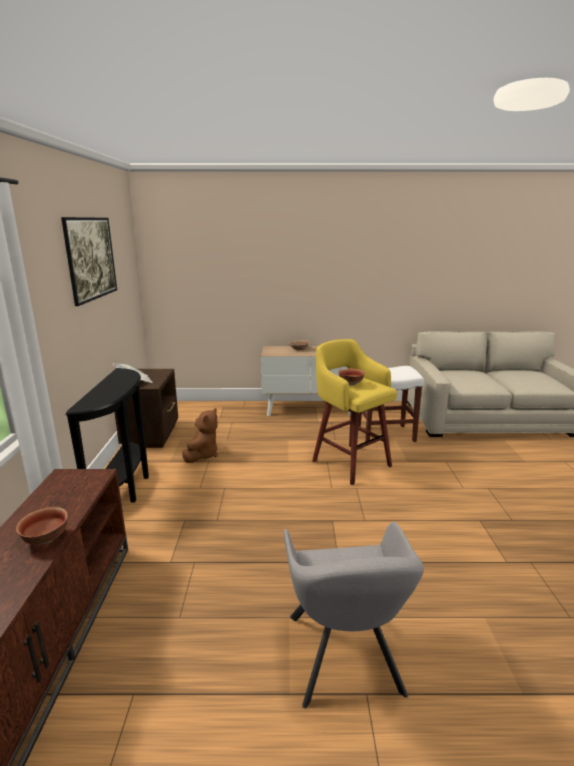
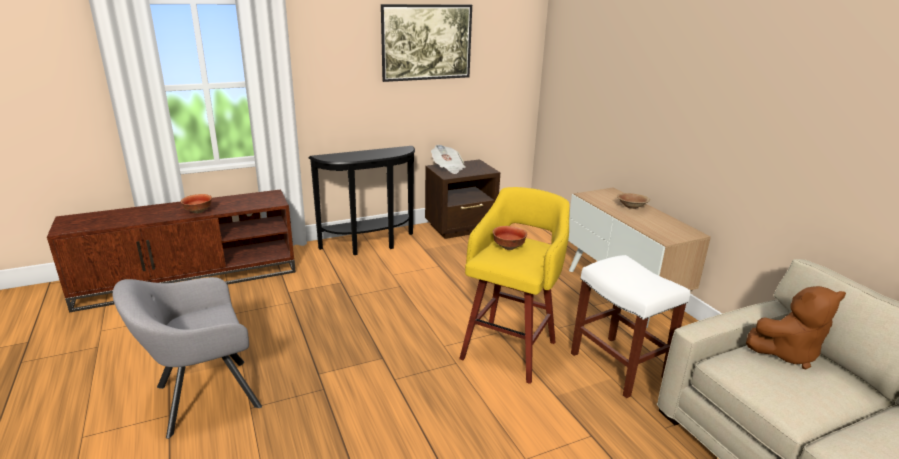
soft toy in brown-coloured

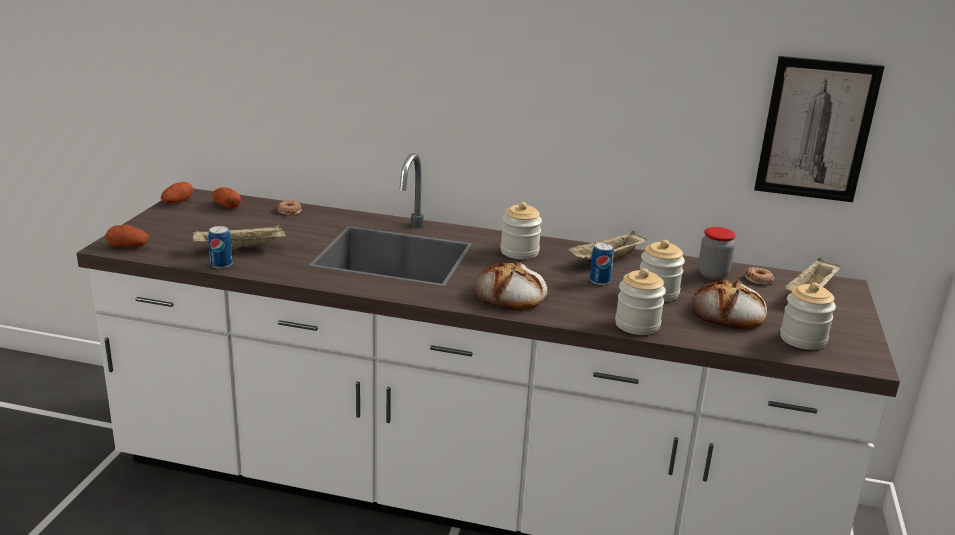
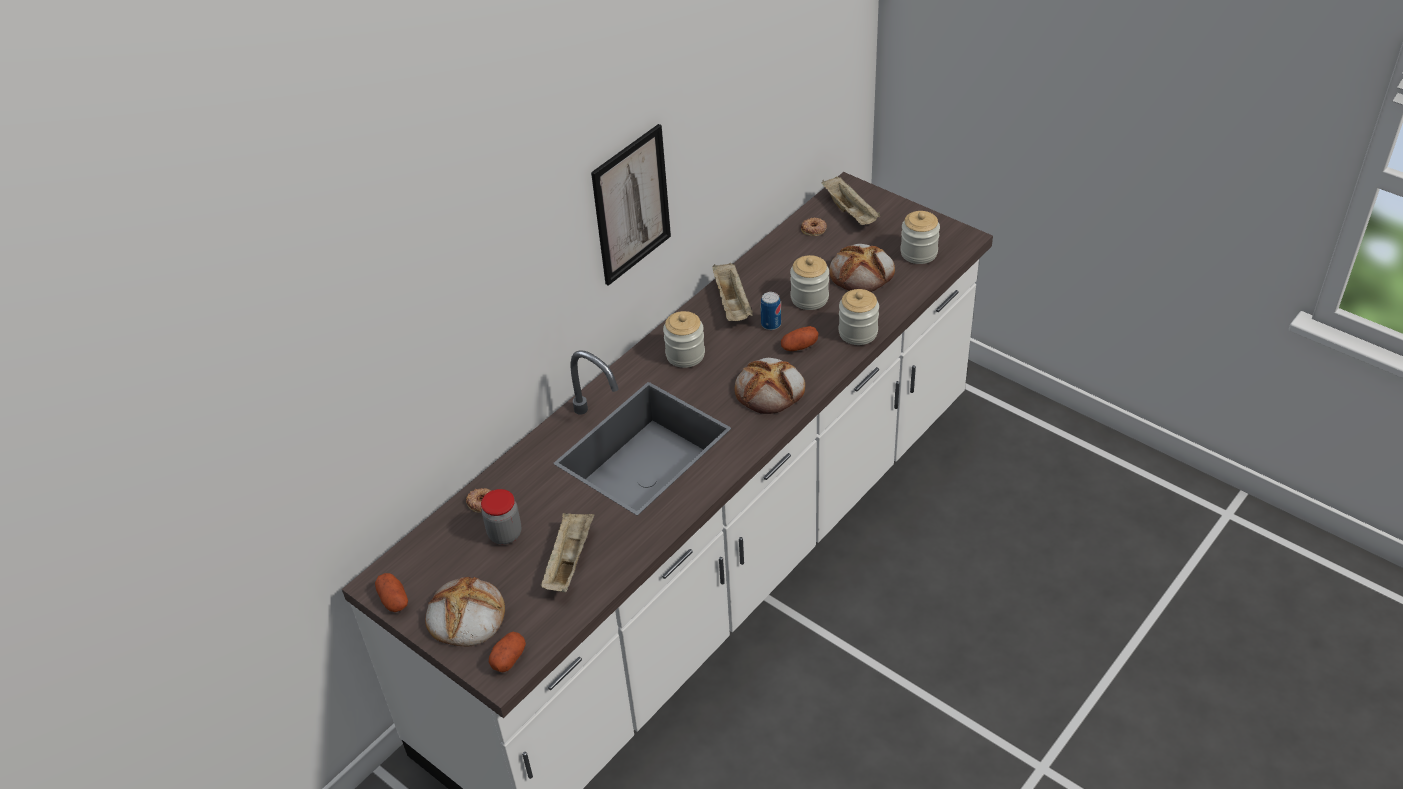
picture; whole potato (3rd from left); sealed can (1st from left in the first image); storage jar (1st from left); baked bread (1st from left)

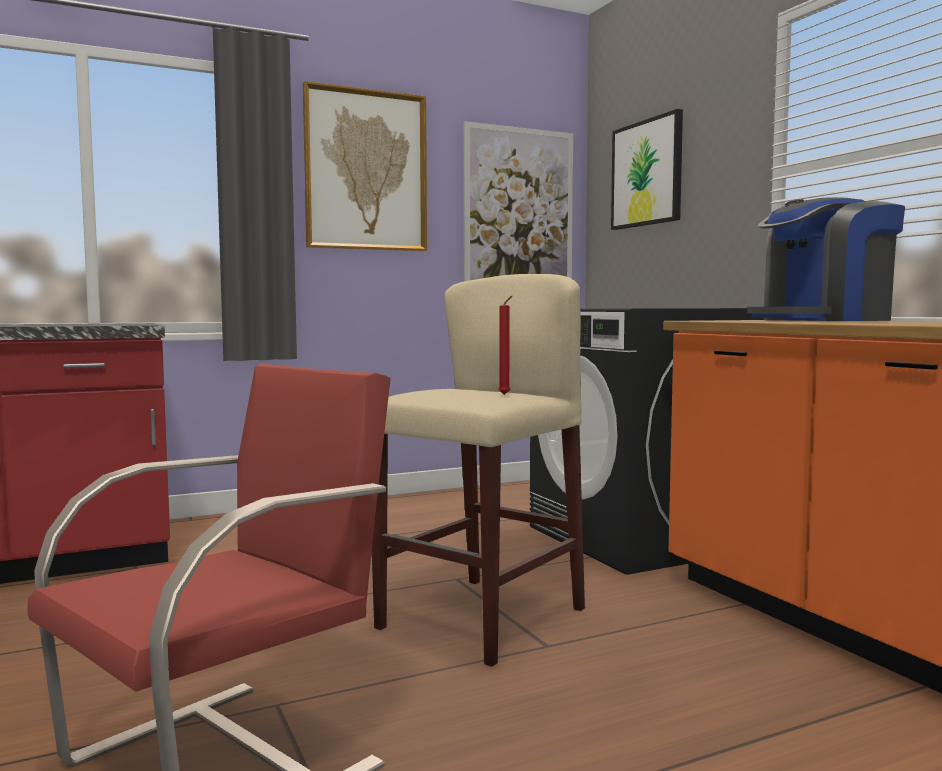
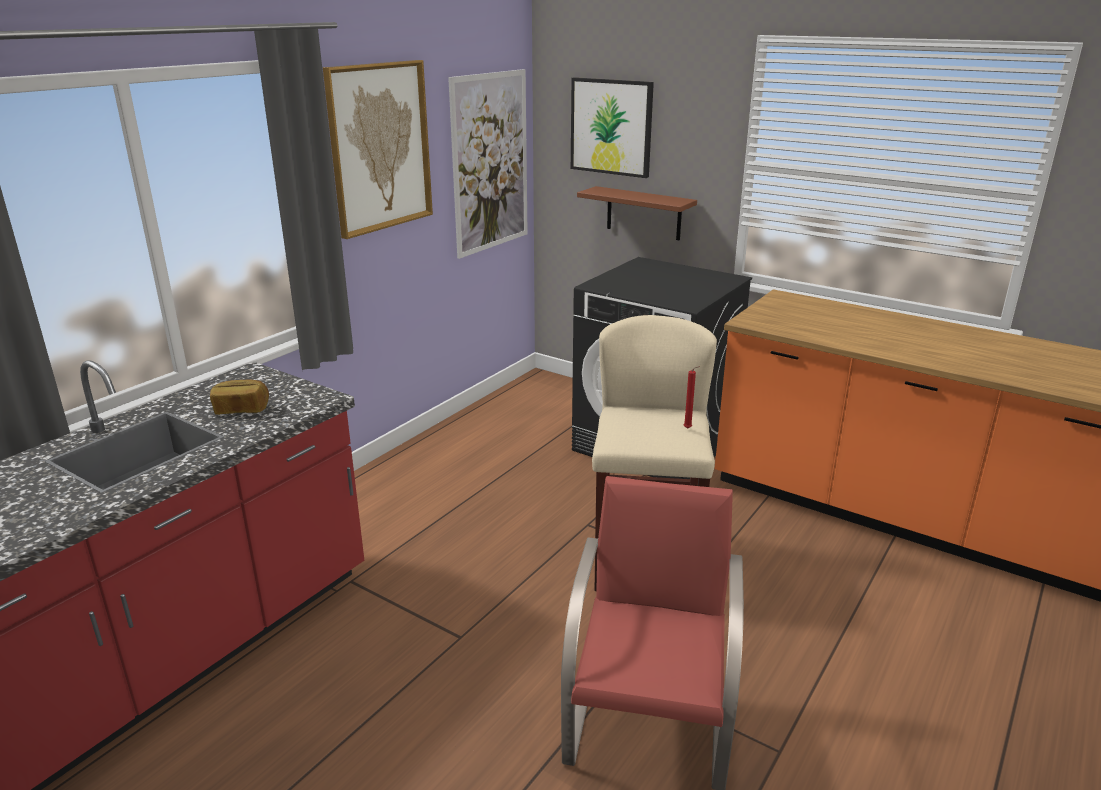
coffee maker; bracket shelf in brown-coloured; baked bread

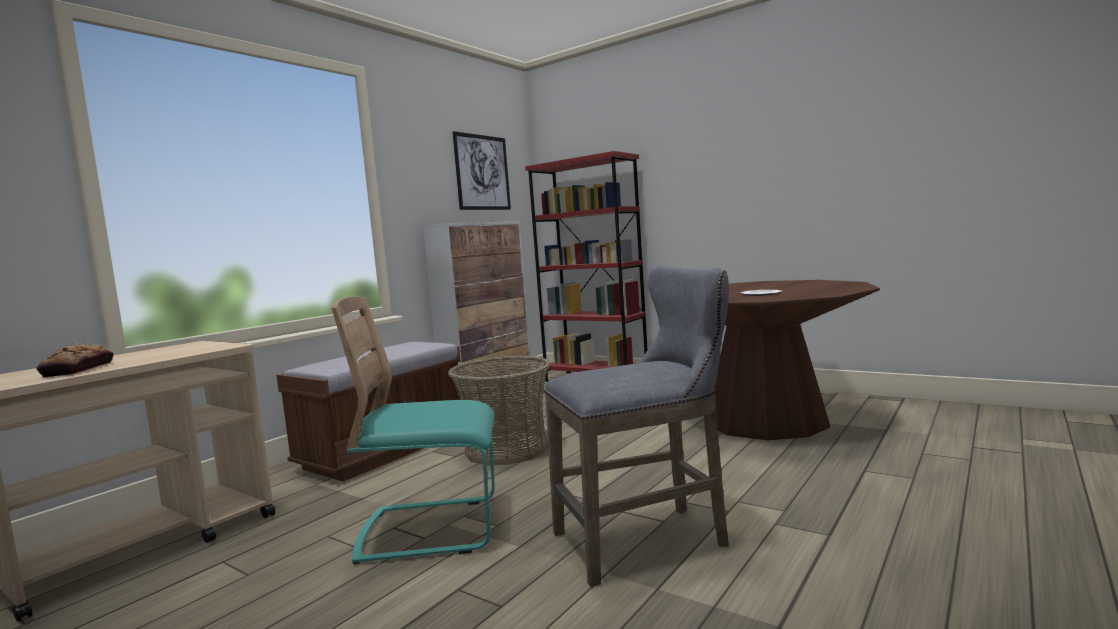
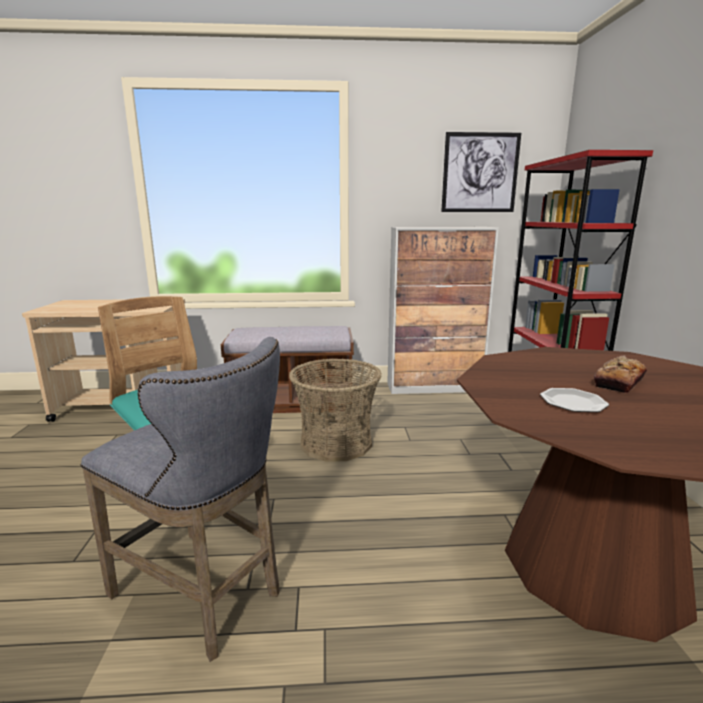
baked bread

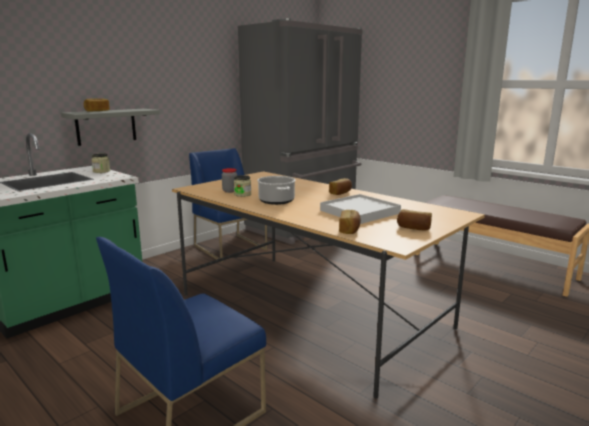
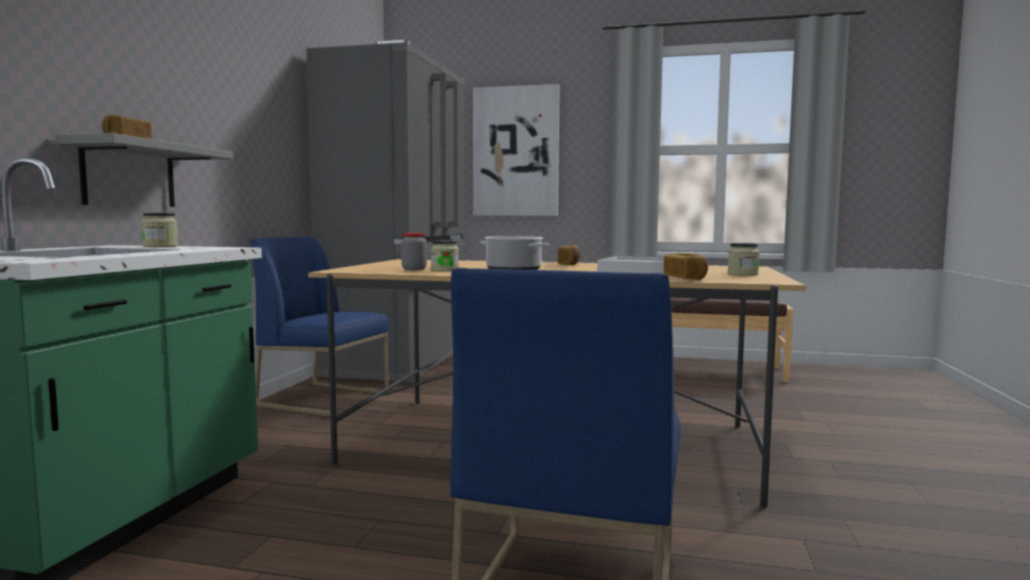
storage jar (4th from left); picture

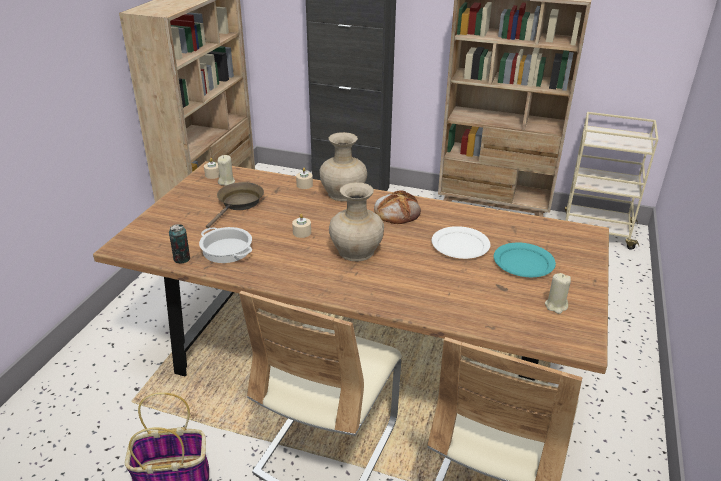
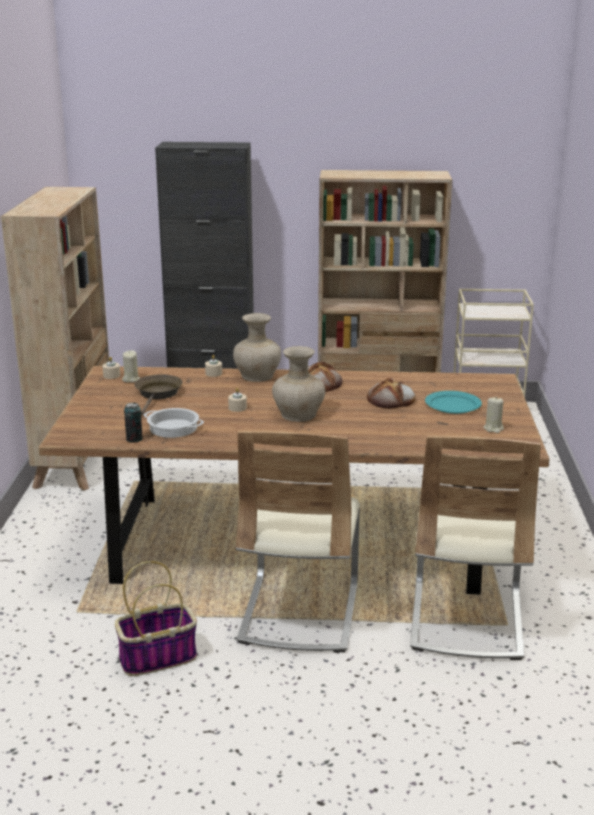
baked bread (2nd from left)

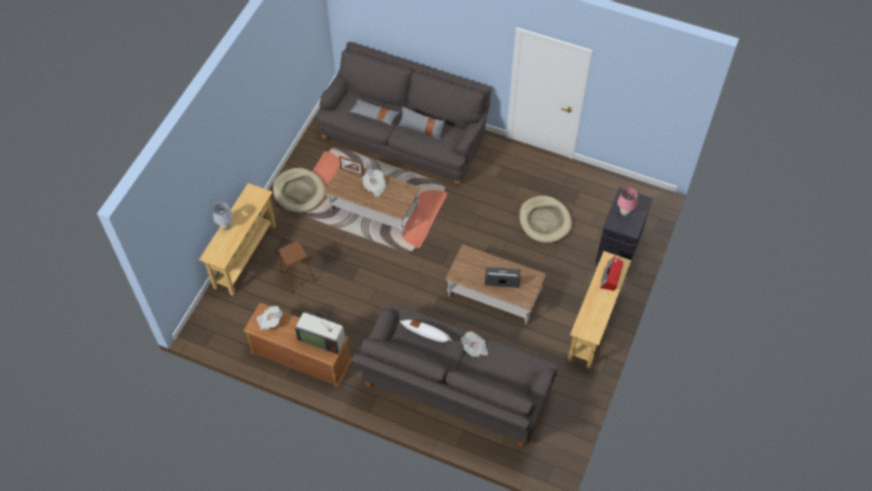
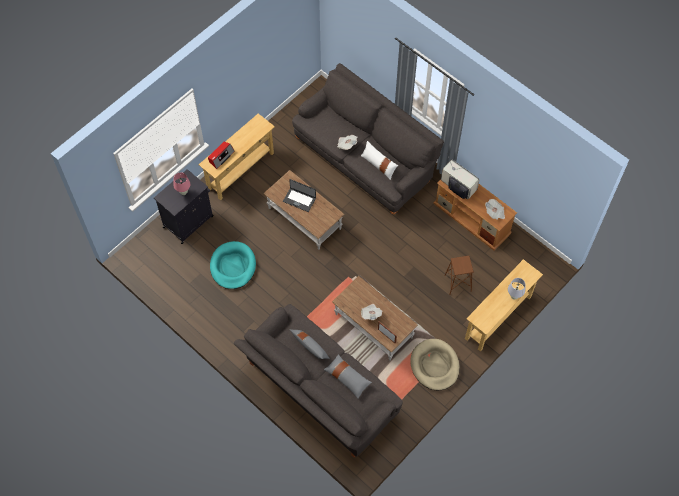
pet bed in turquoise-coloured

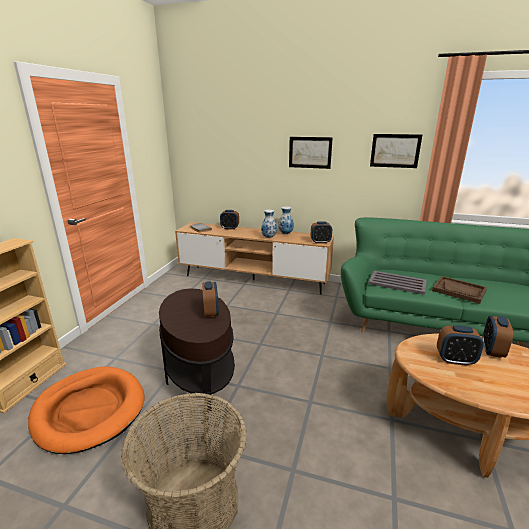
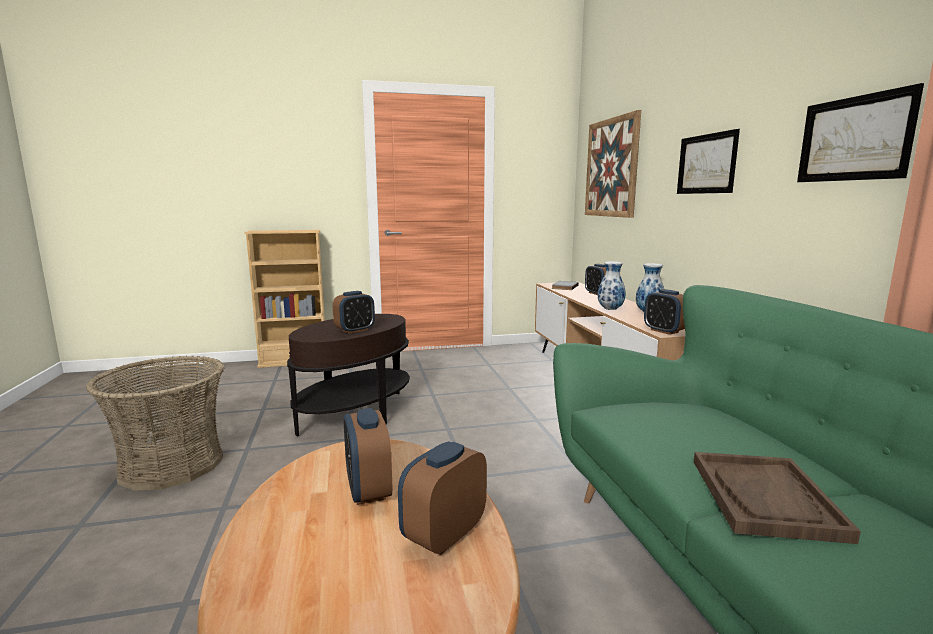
carrying tray in grey; bedside clock (3rd from left); pet bed in orange; picture (1st from left)

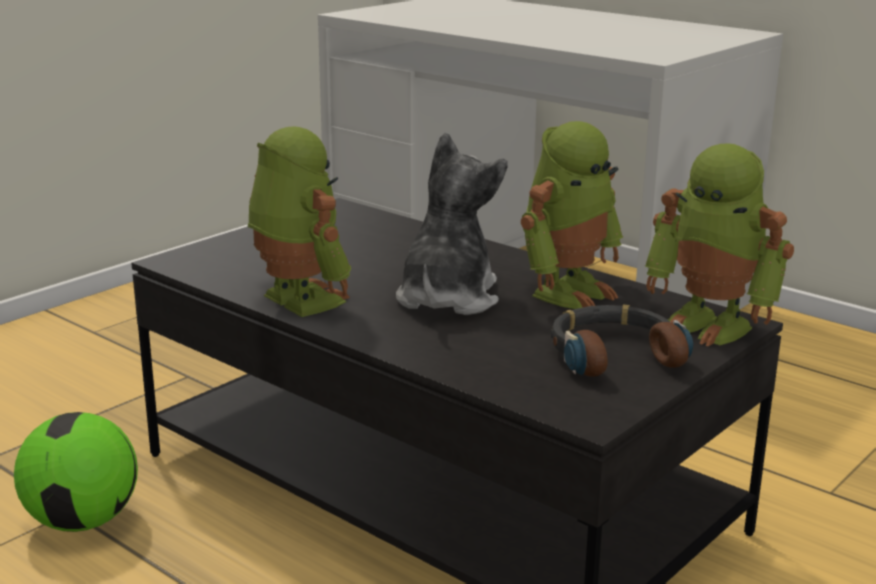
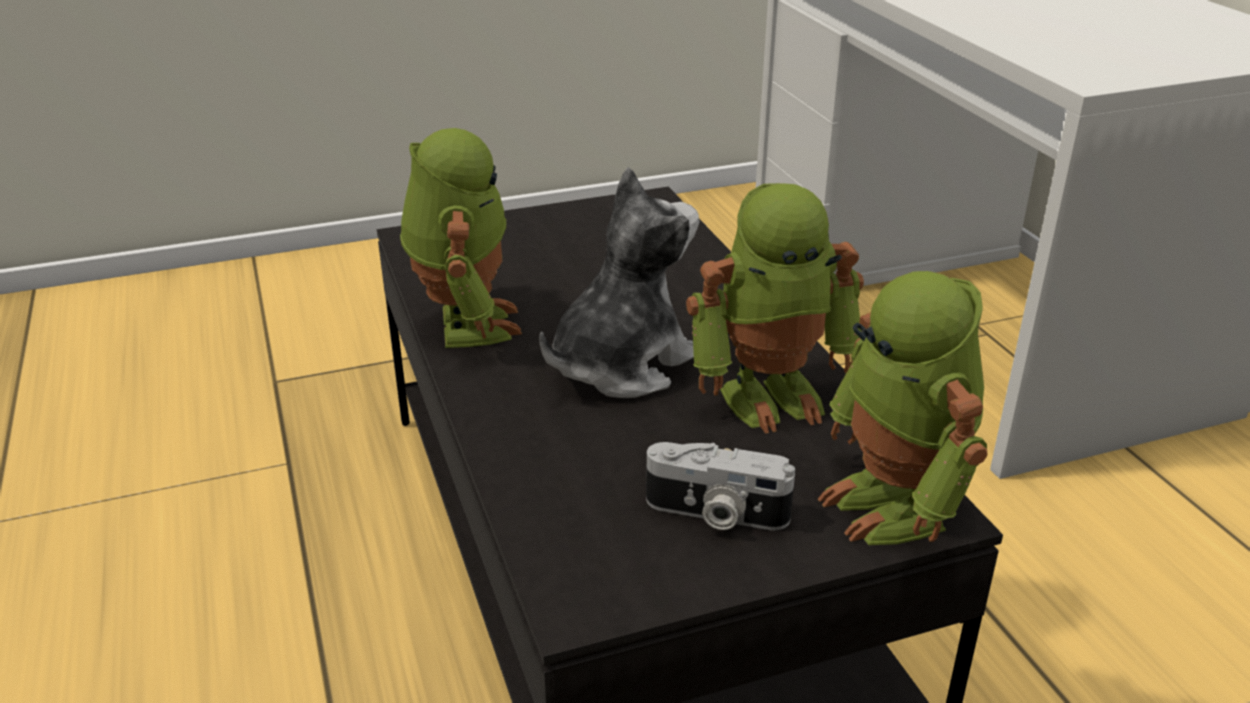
photo camera; ball for football

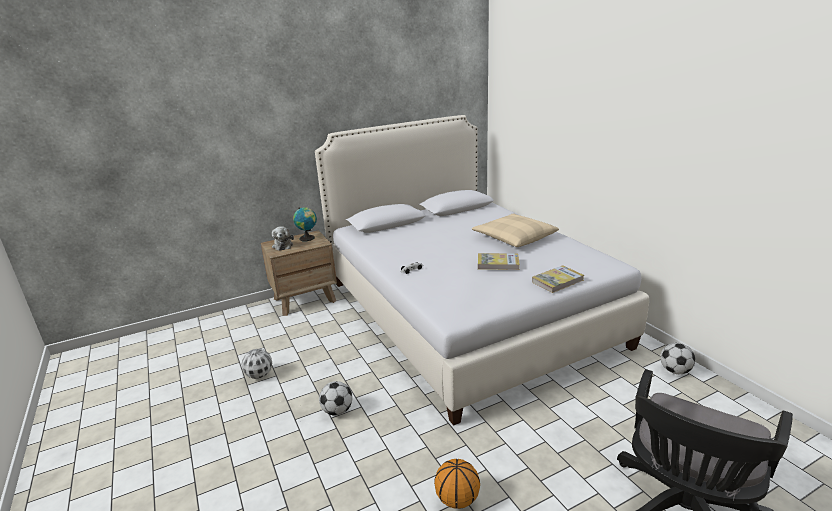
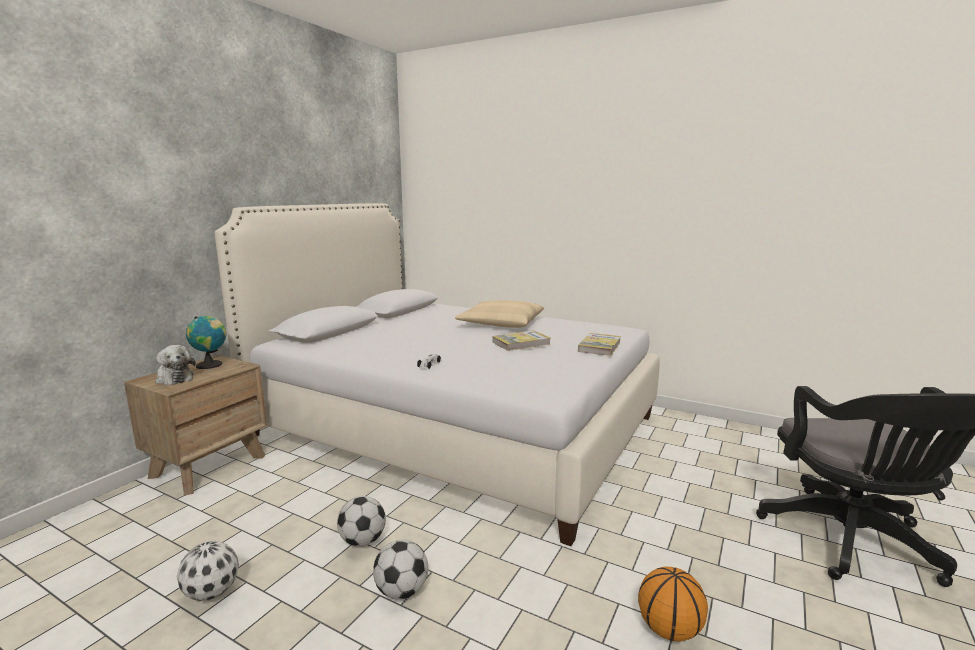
ball for football (2nd from left)

